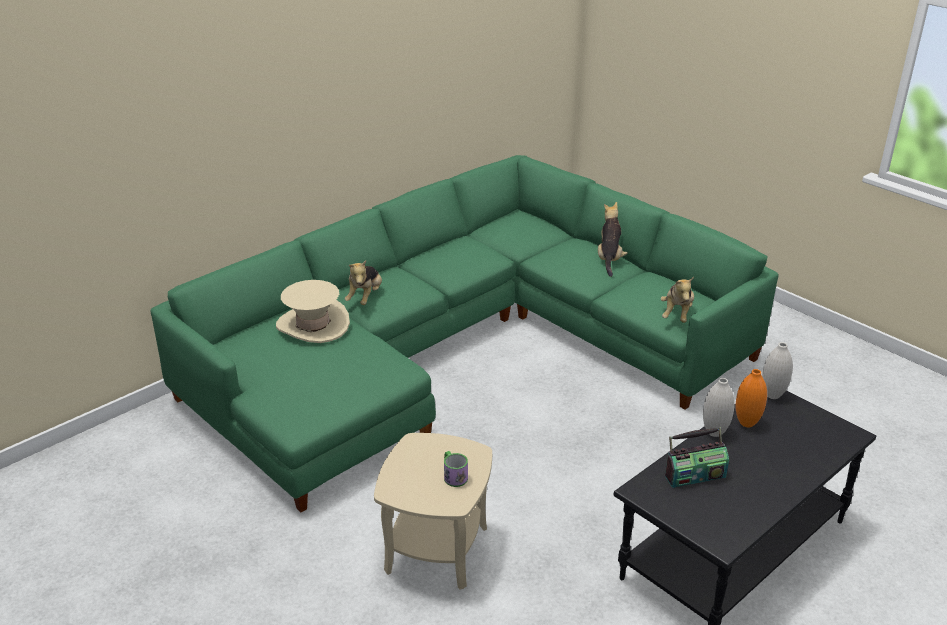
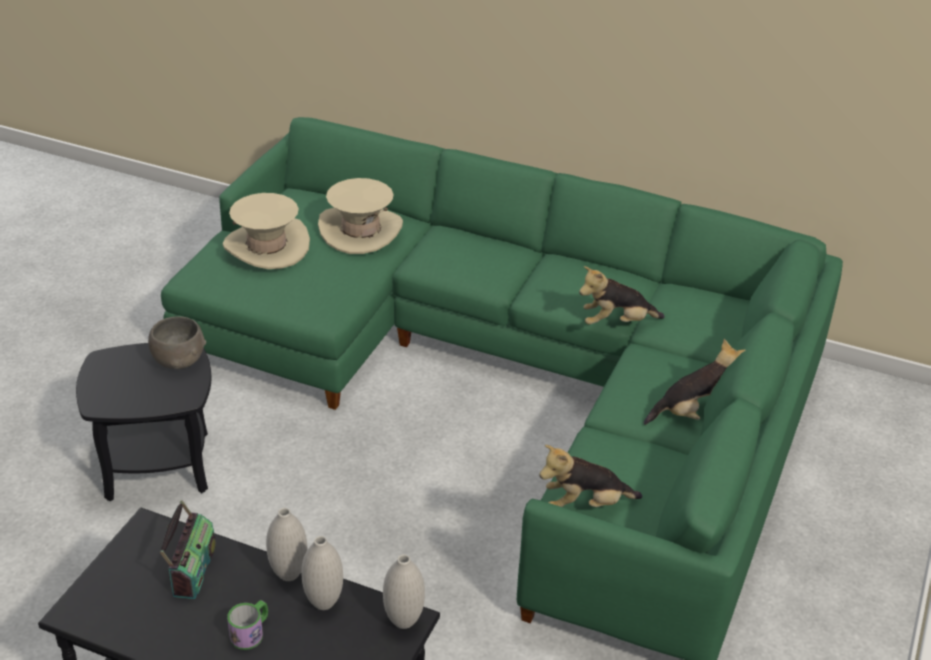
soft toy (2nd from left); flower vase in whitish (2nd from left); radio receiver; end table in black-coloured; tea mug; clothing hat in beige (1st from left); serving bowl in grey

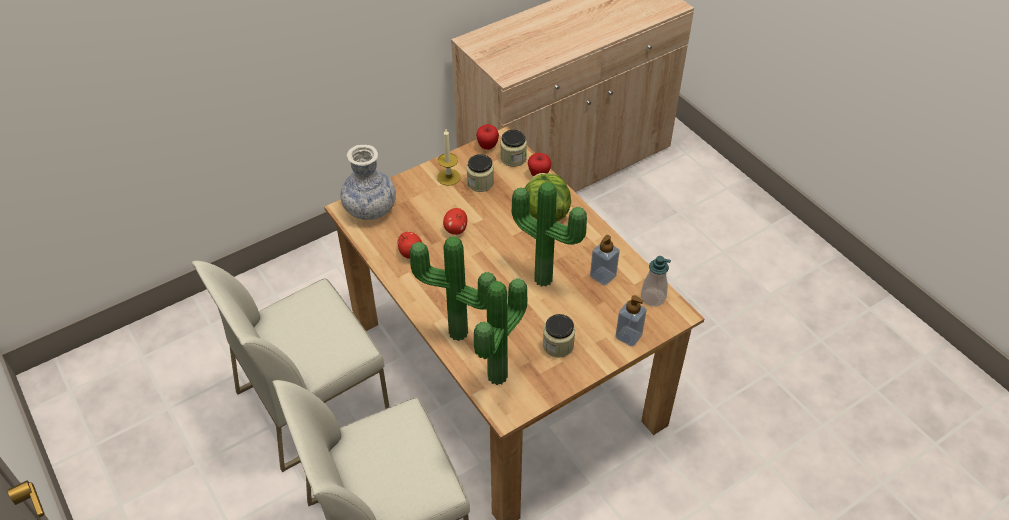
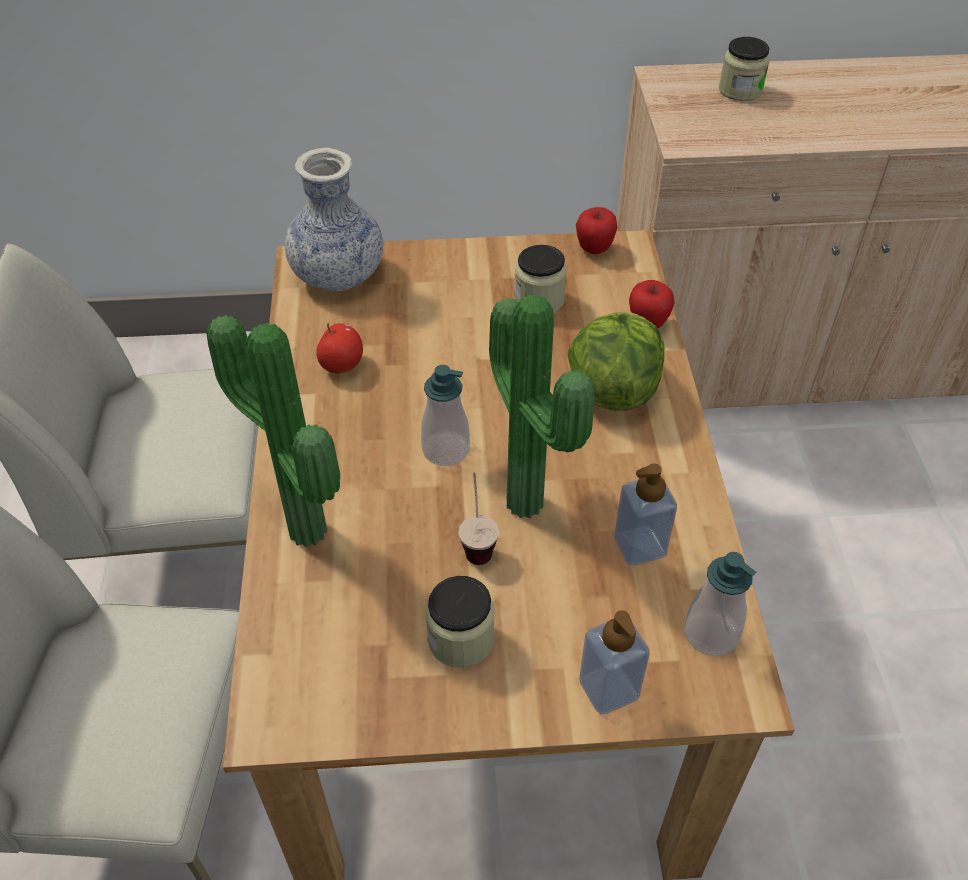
wax candle; storage jar (3rd from left); whole apple (2nd from left in the first image); houseplant (2nd from left in the first image); soap bottle (1st from left); cup

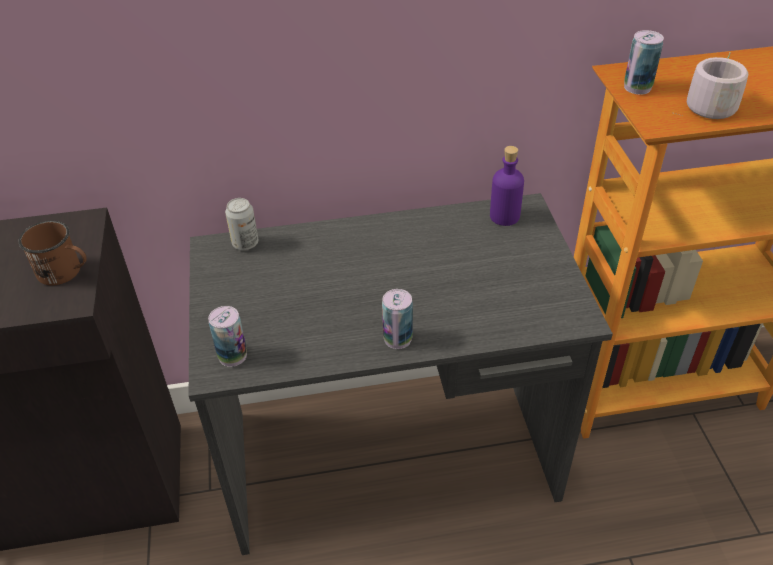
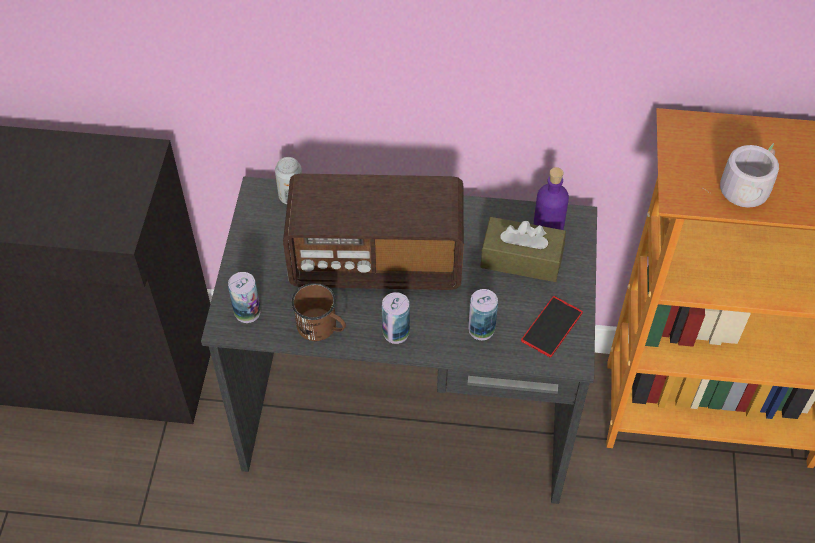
sealed can (4th from left); tea mug in brown-coloured; radio receiver; tissue box in brown-coloured; phone

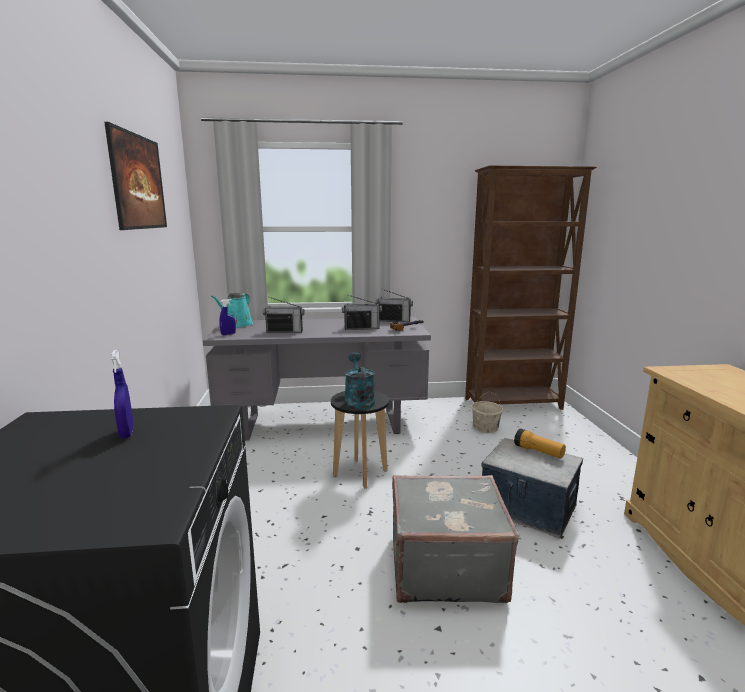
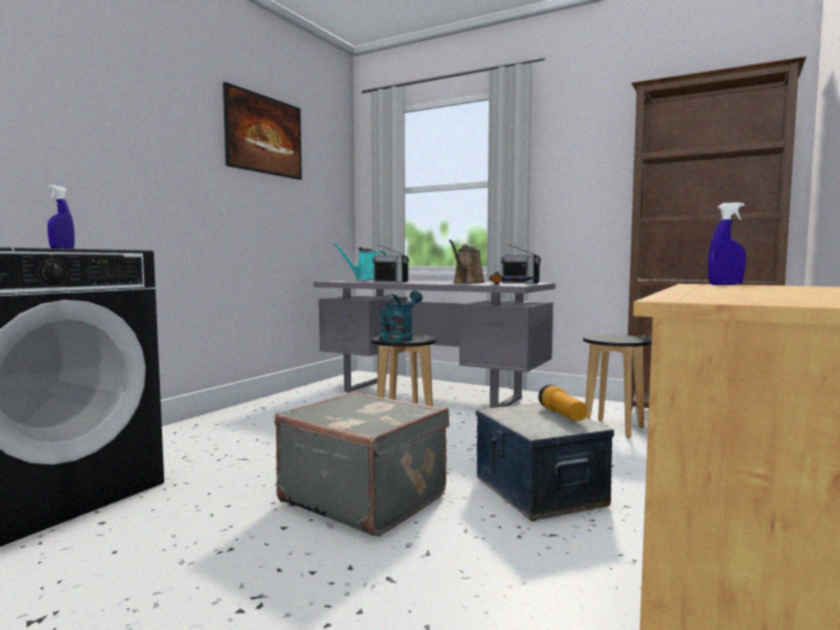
watering can in brown-coloured; hand sprayer in blue (2nd from left); stool seat in black-coloured (2nd from left)

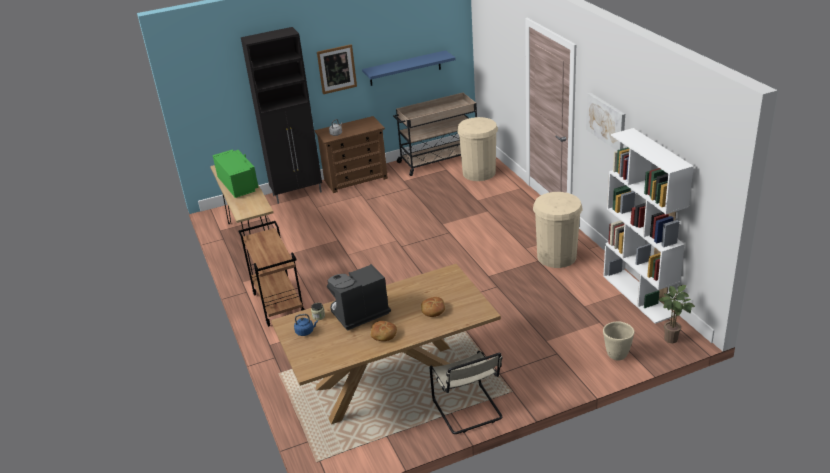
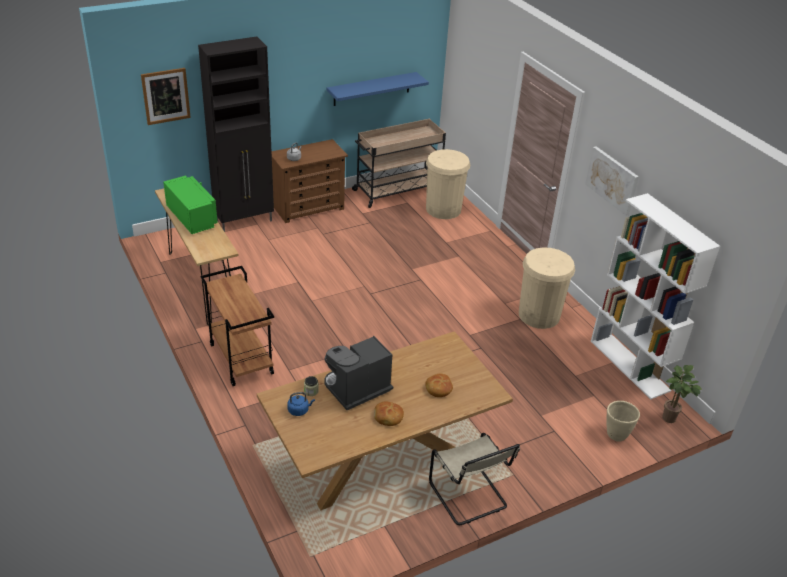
picture (1st from left)

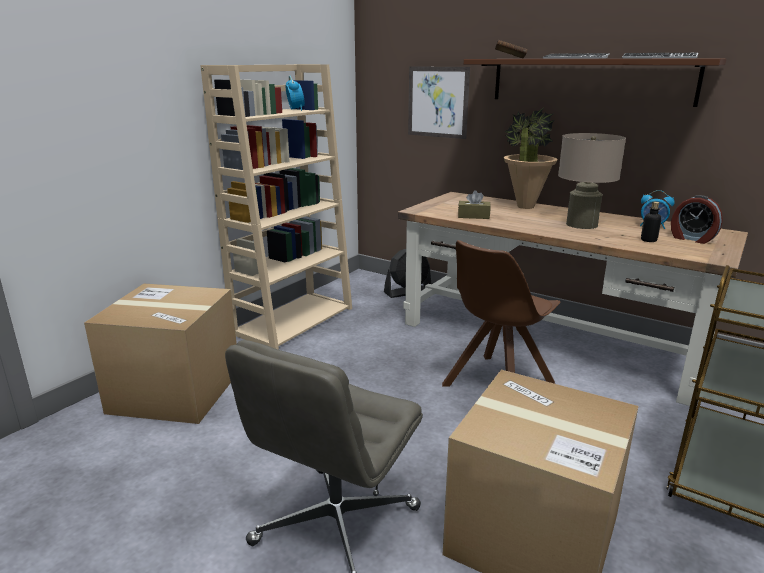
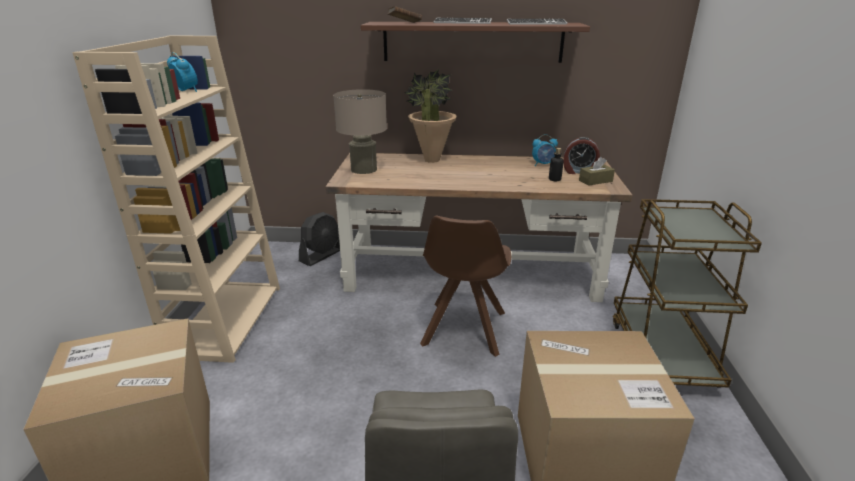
picture; tabletop lamp in beige; tissue box in brown-coloured

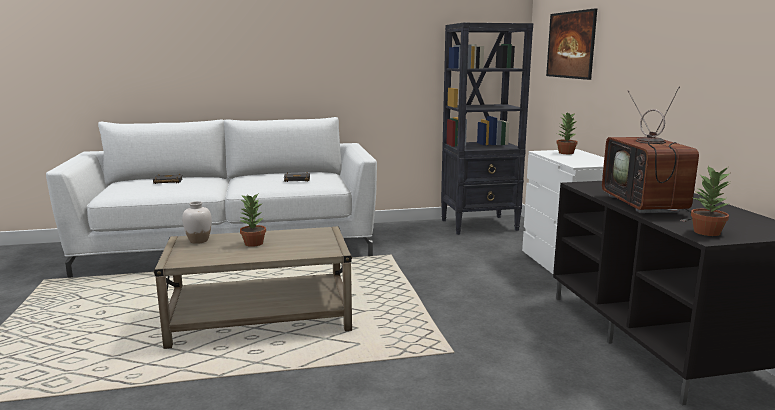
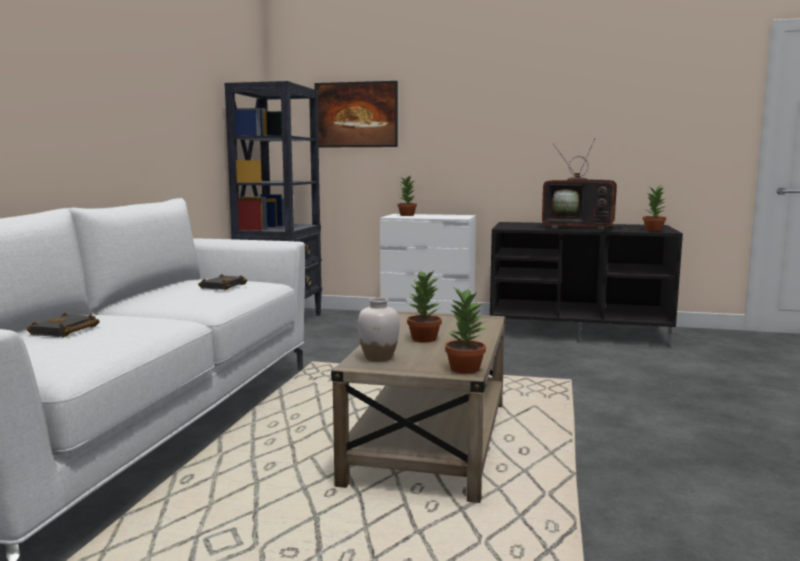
houseplant (3rd from left)

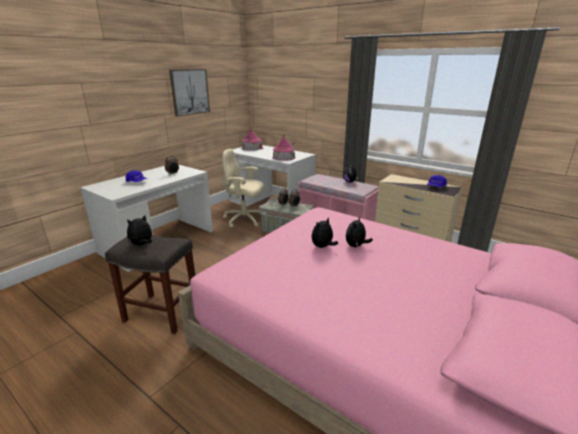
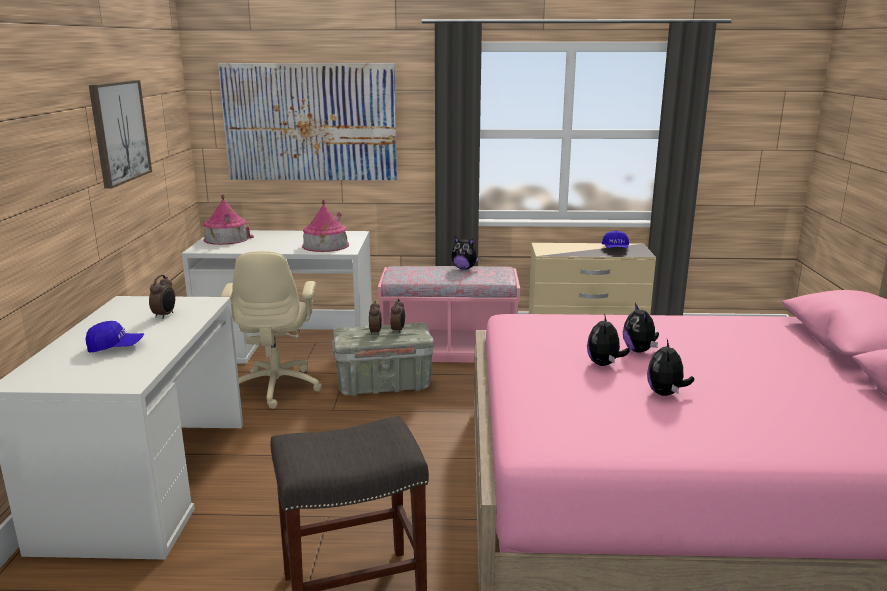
office chair in beige; soft toy (4th from left); picture (2nd from left)

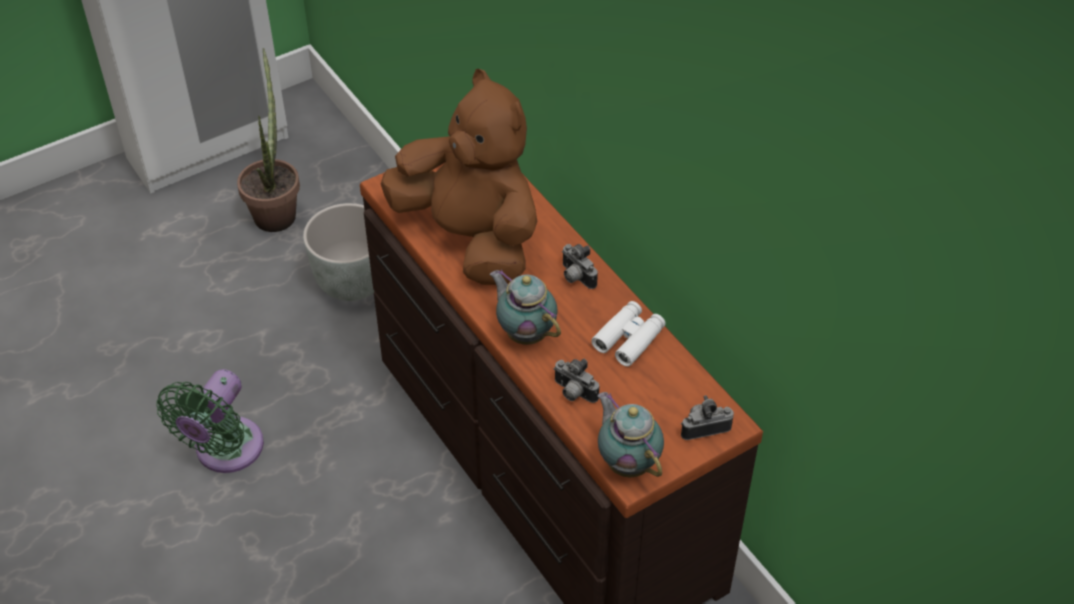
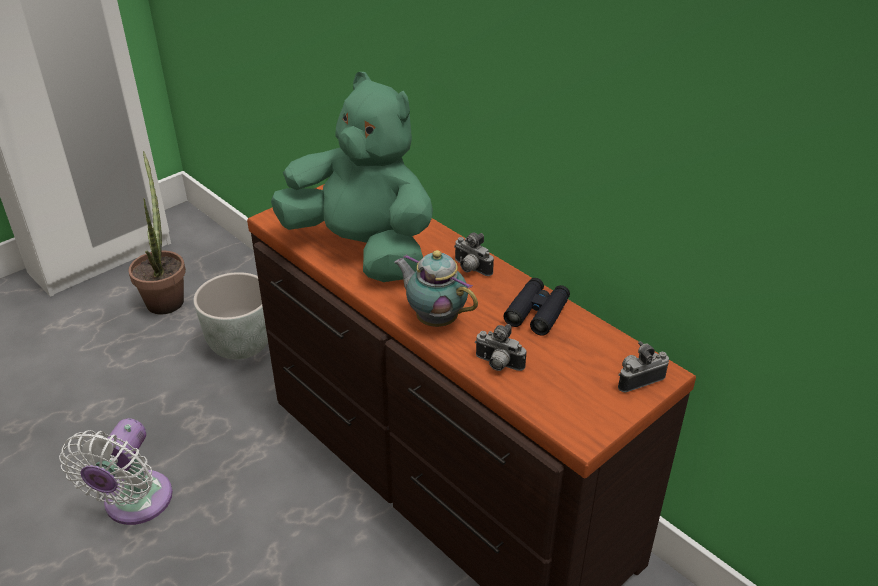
soft toy in greenish; binoculars in black-coloured; electric fan in whitish; teapot (2nd from left in the first image)

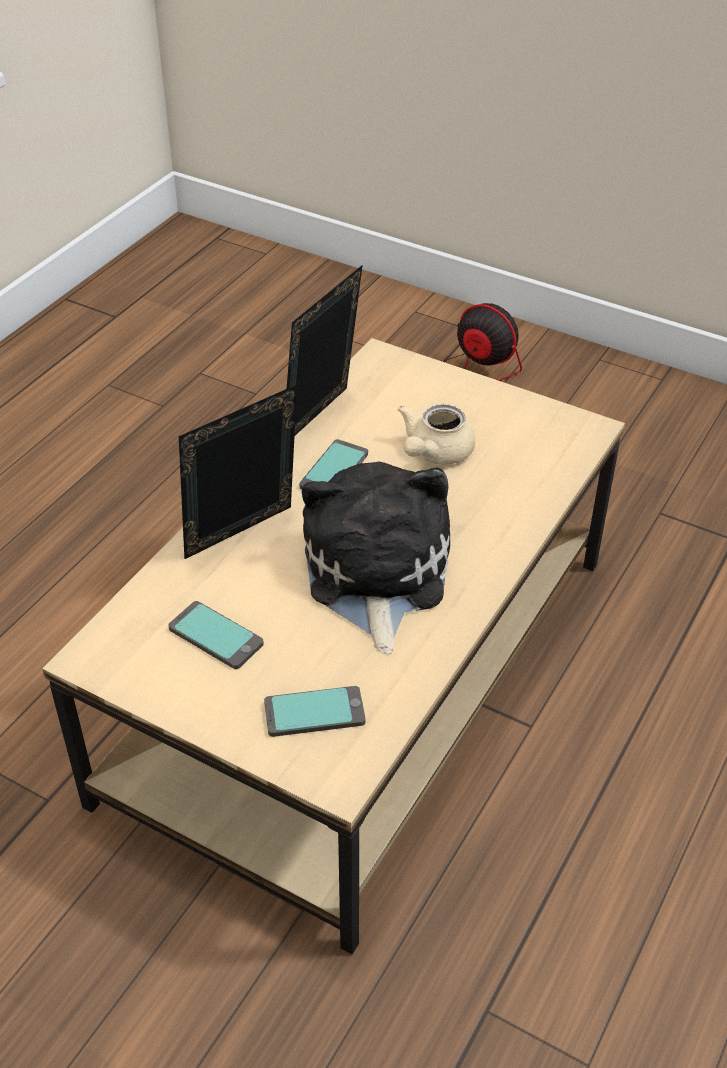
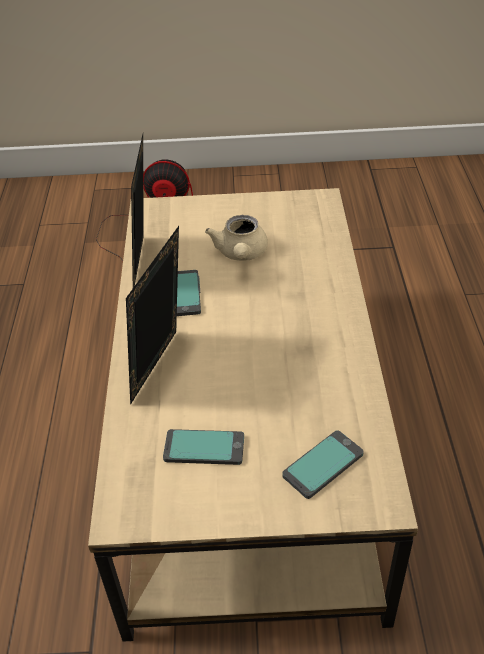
soft toy

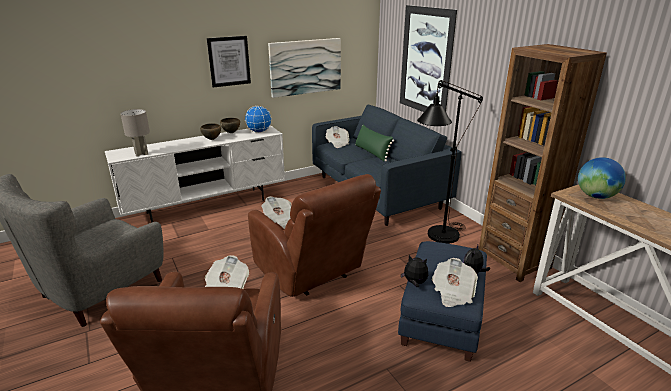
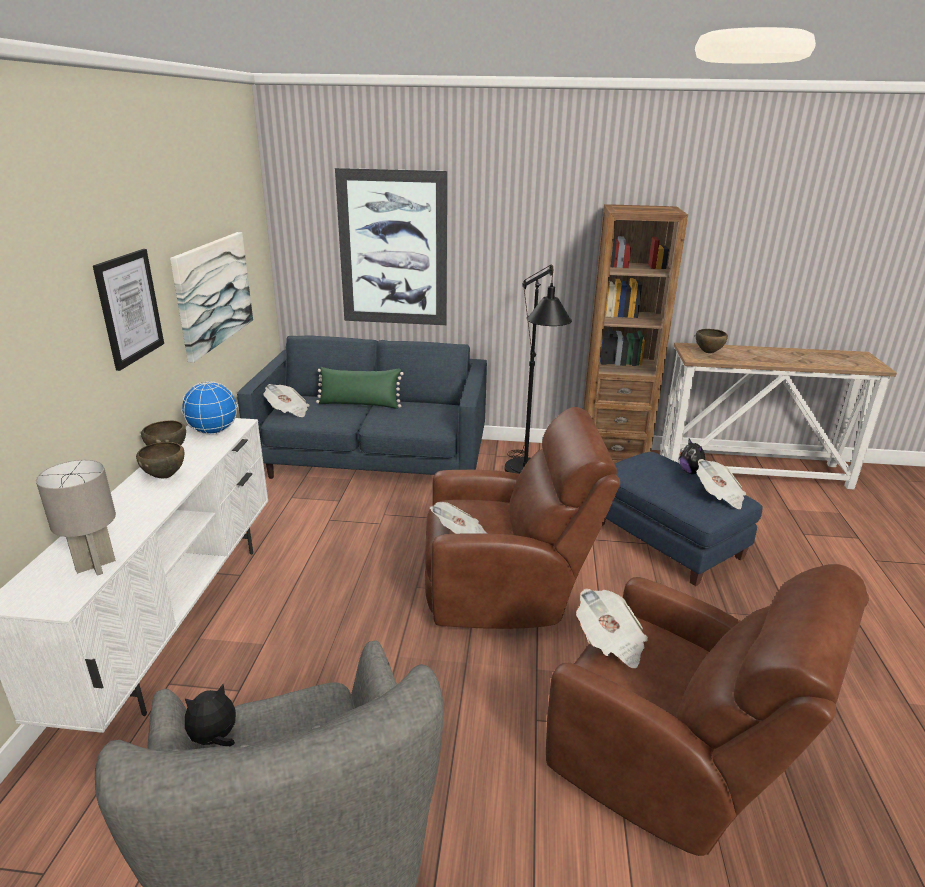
serving bowl in brown-coloured (3rd from left); soft toy (1st from left)

